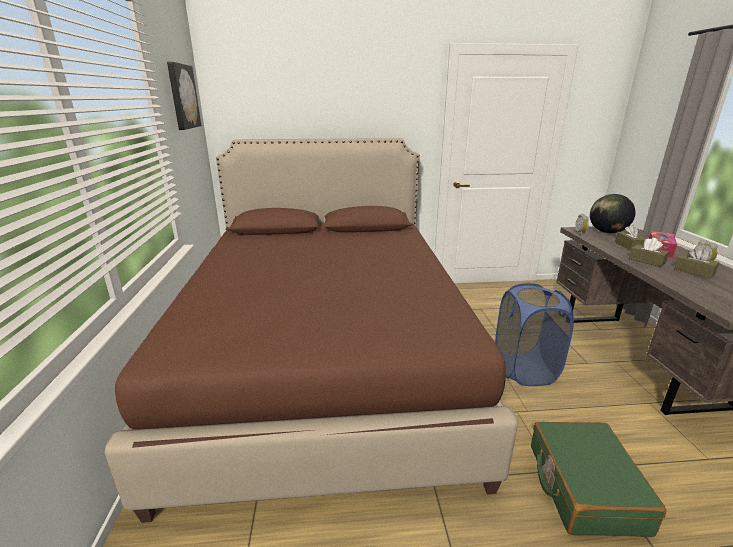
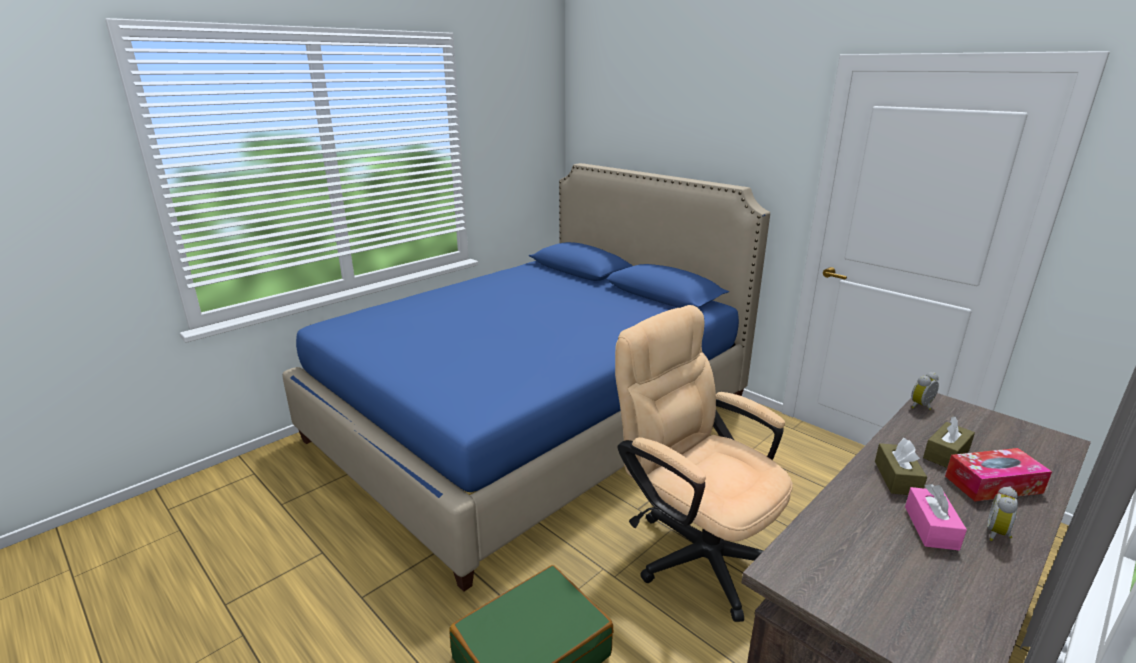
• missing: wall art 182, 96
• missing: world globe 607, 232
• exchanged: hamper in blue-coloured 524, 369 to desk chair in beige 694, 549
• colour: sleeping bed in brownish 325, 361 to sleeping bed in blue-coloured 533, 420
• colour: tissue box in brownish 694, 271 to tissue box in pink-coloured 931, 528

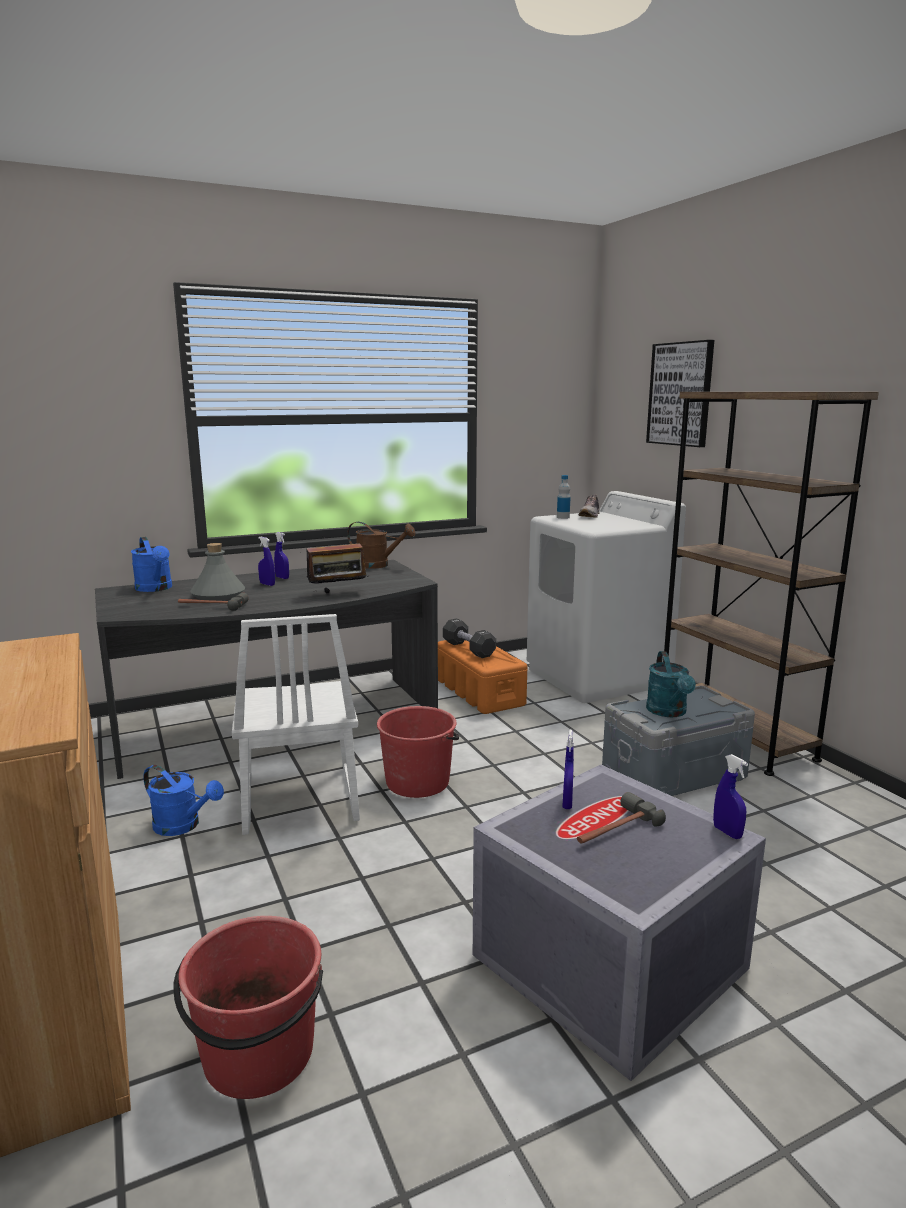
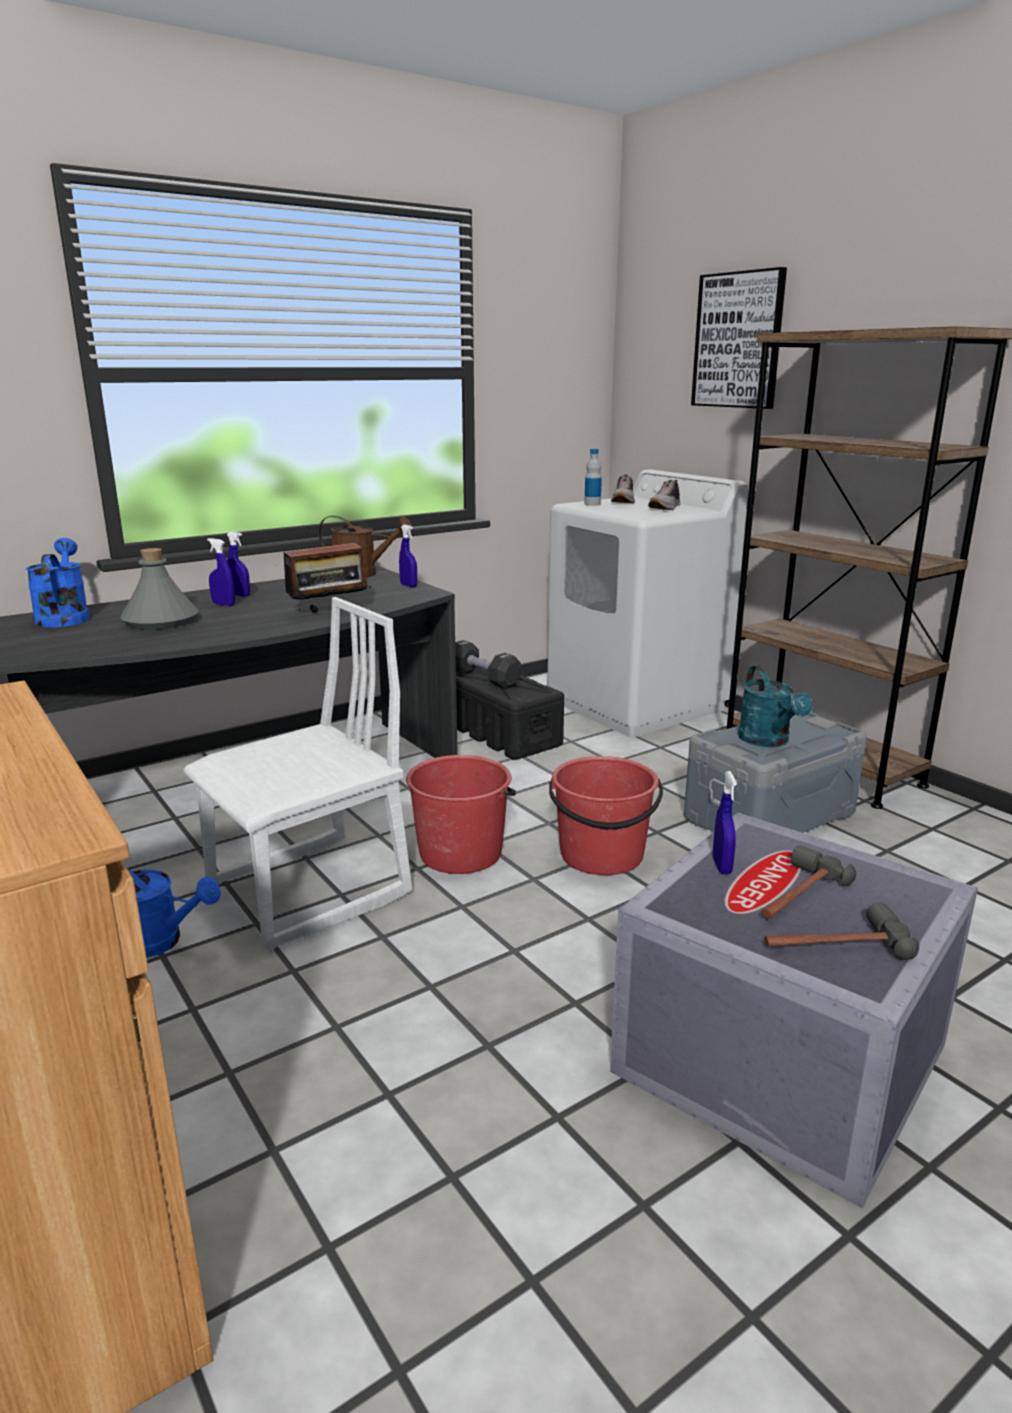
• appeared: item of footwear 665, 508
• relocated: water bucket in red 258, 1055 to 602, 856
• relocated: tool hammer 212, 606 to 833, 945
• relocated: sprayer in blue-coloured 727, 832 to 408, 586
• colour: storage container in orange-coloured 479, 692 to storage container in blackish 498, 732
• spun: sprinkling can in blue-coloured 156, 589 = 64, 617 150 degrees counterclockwise
• spun: upright chair in whitish 298, 800 = 309, 891 105 degrees counterclockwise

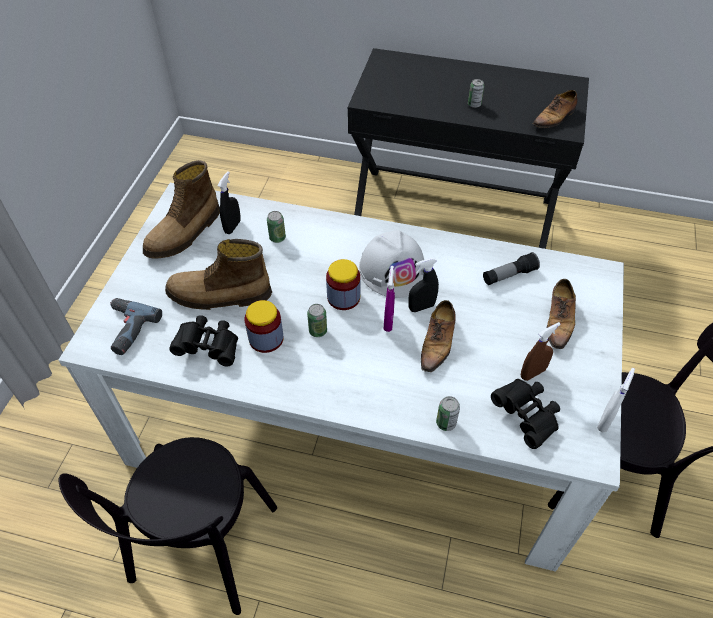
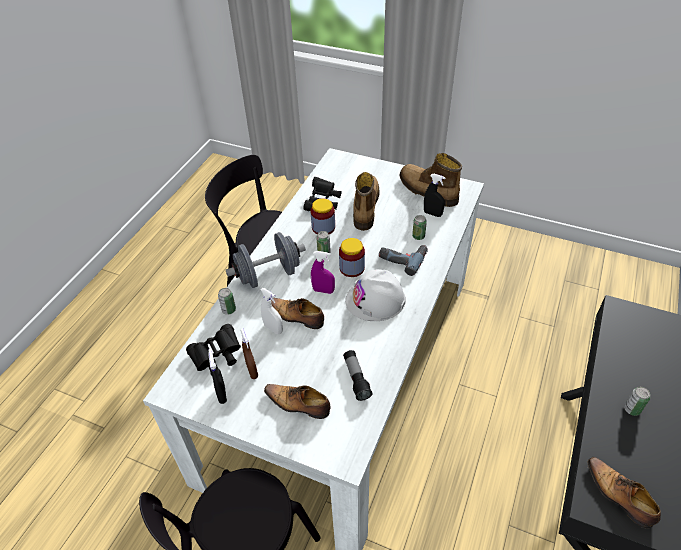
• appeared: hand weight in greyish 268, 275
• relocated: electric drill 125, 329 to 403, 258
• relocated: sprayer in blackish 421, 307 to 222, 394
• relocated: sprayer in whitish 605, 421 to 273, 329

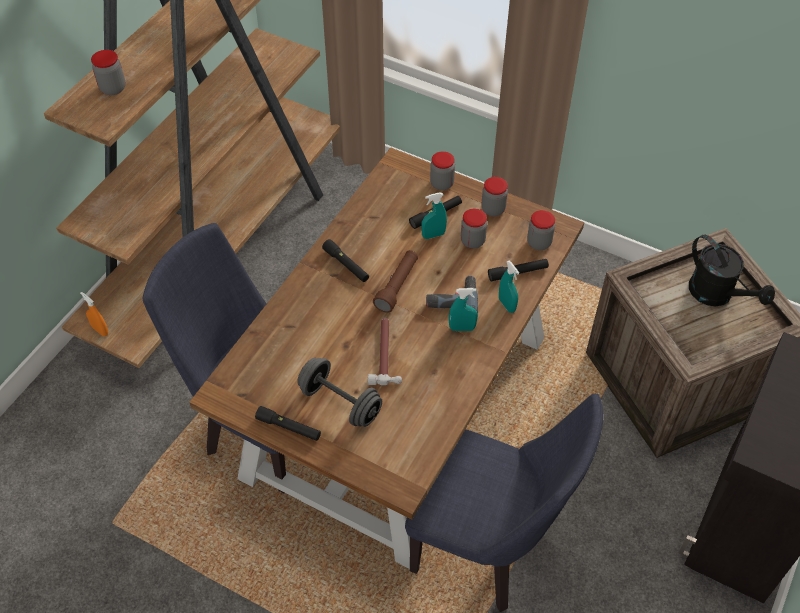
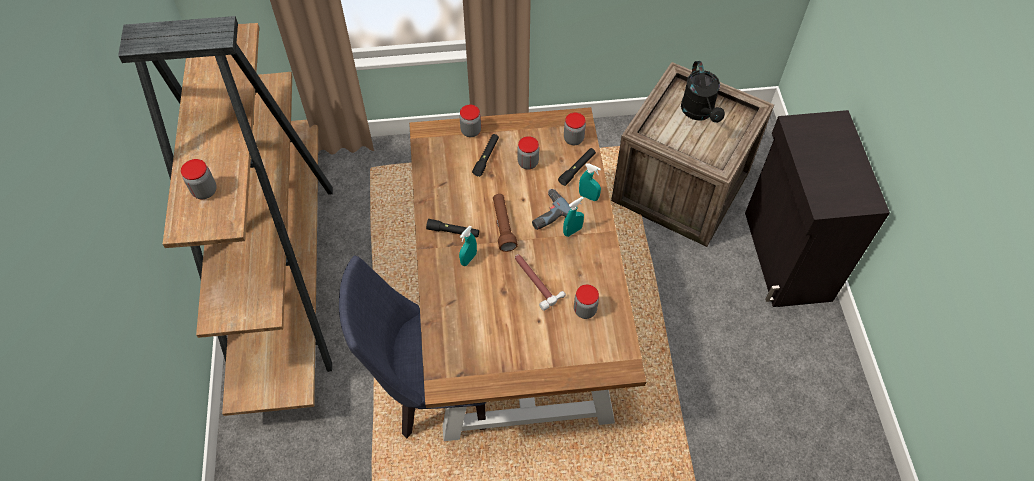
• missing: sprayer in orange-coloured 100, 330
• missing: flashlight in blackish 289, 427
• missing: hand weight in greyish 340, 403
• missing: upright chair in blue-coloured 487, 549
• relocated: sprayer in turquoise-coloured 433, 235 to 468, 259
• relocated: storage jar 493, 209 to 585, 310
• spun: sprinkling can in blackish 717, 295 = 699, 112 60 degrees clockwise

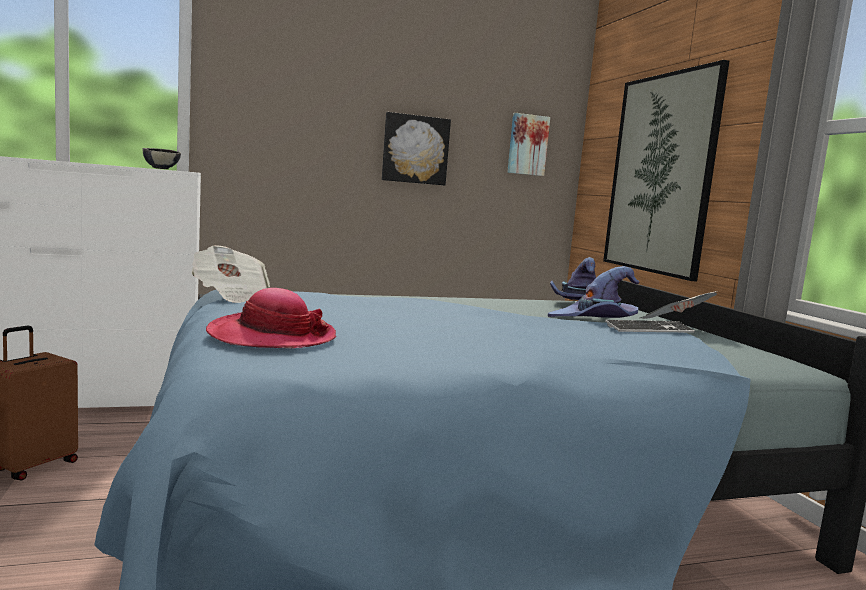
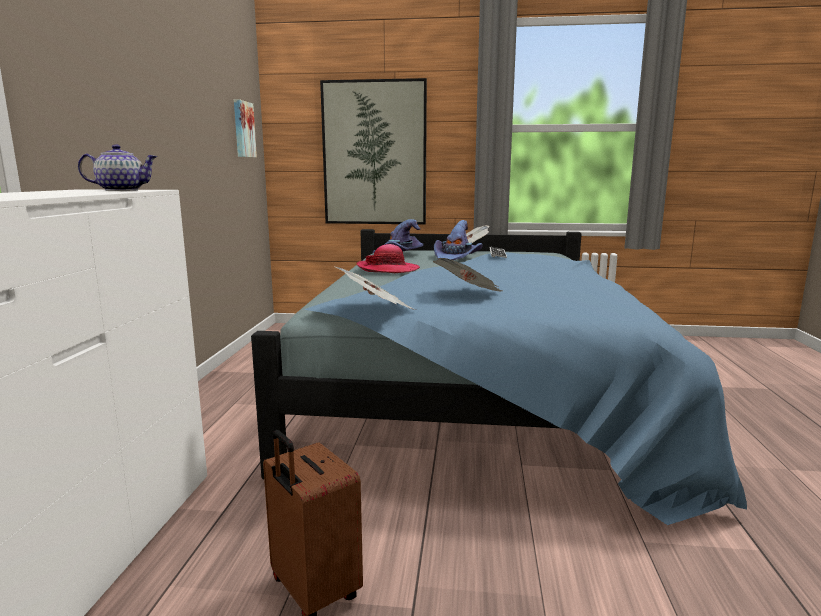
• missing: wall art 415, 149
• appeared: daily paper 469, 294
• relocated: clothing hat 272, 336 to 388, 269
• exchanged: deep dish 161, 169 to pot for tea 121, 190

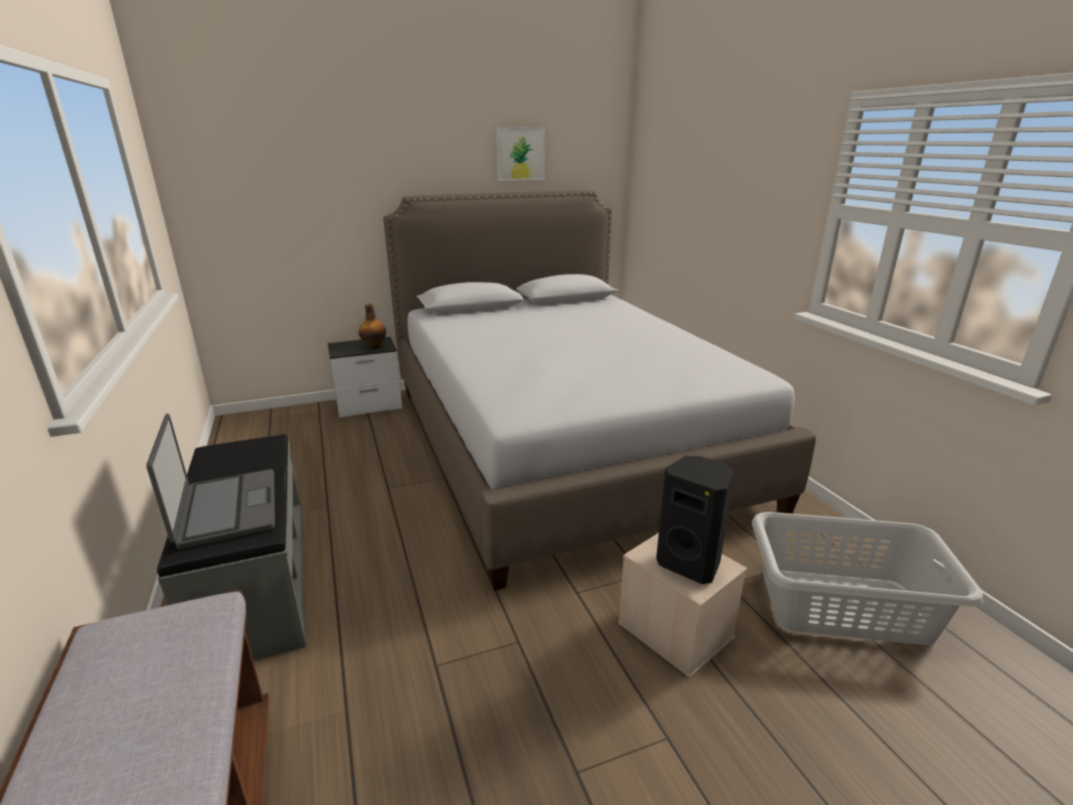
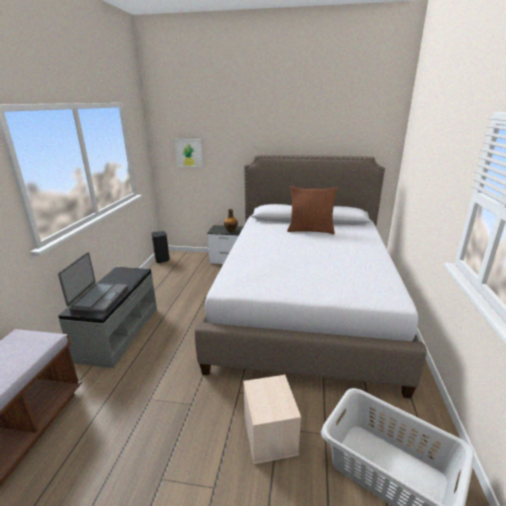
• appeared: throw pillow in brownish 310, 230
• relocated: wall art 520, 154 to 189, 152
• relocated: loudspeaker in blackish 690, 563 to 162, 260

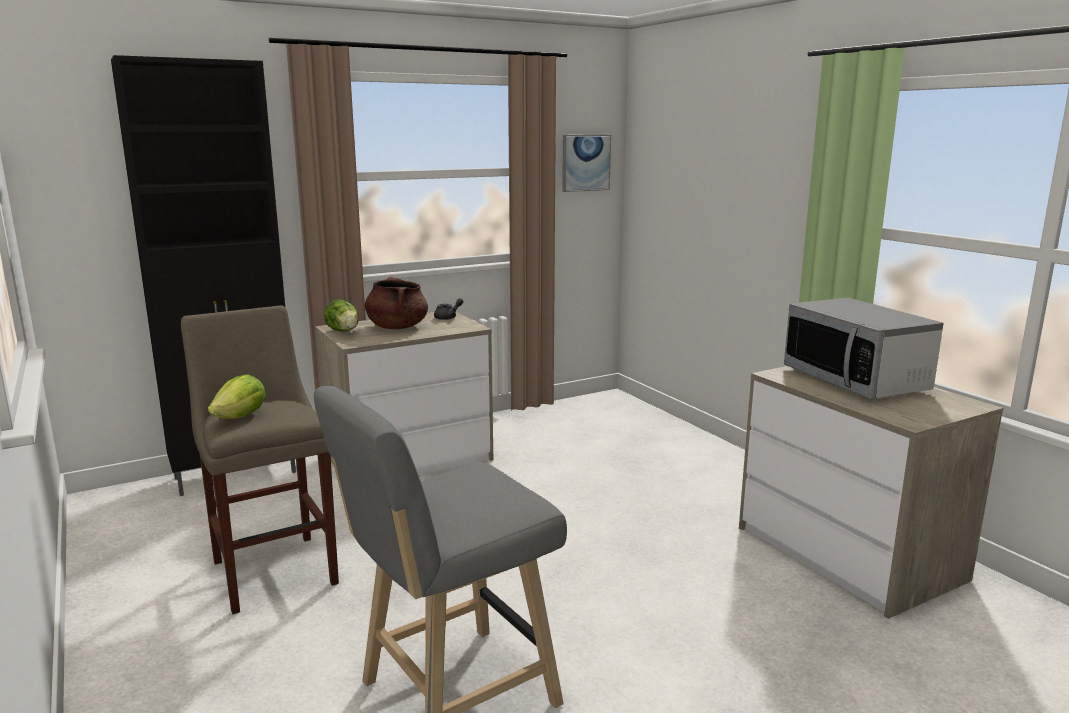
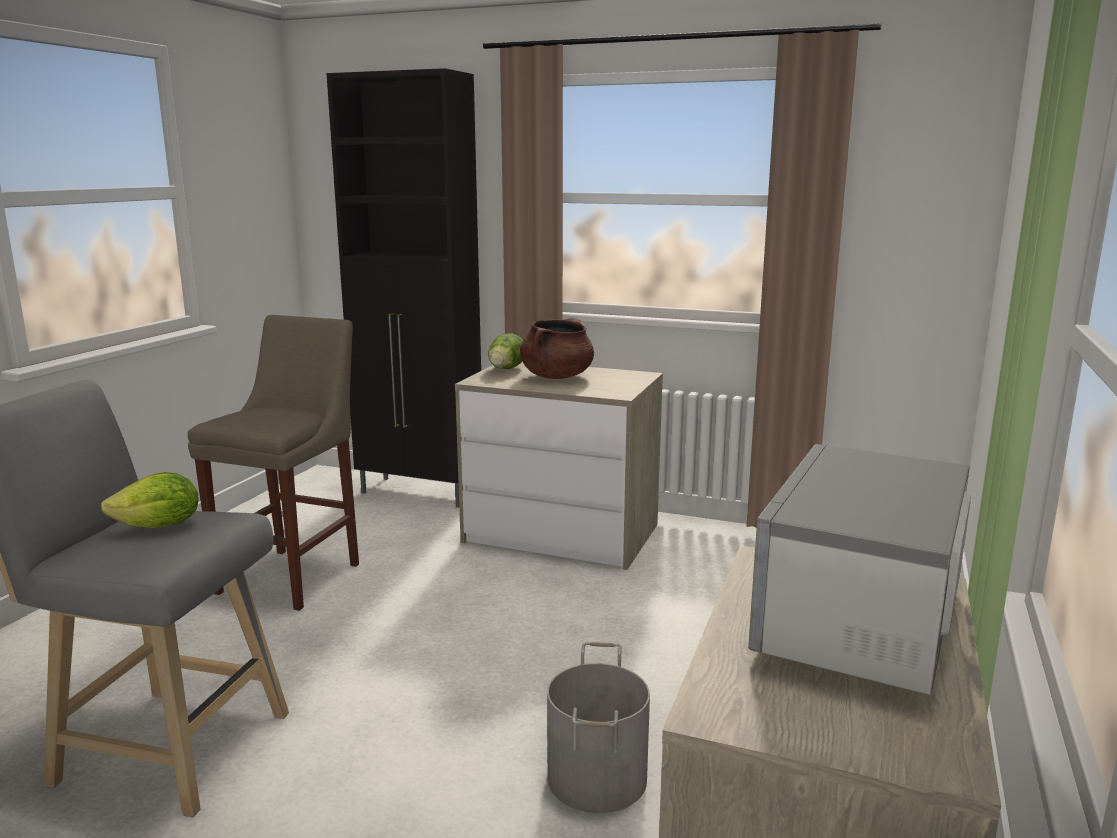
• missing: pot for tea in greyish 448, 317
• missing: wall art 585, 163
• appeared: water bucket in greyish 598, 777
• relocated: lettuce 241, 417 to 159, 527

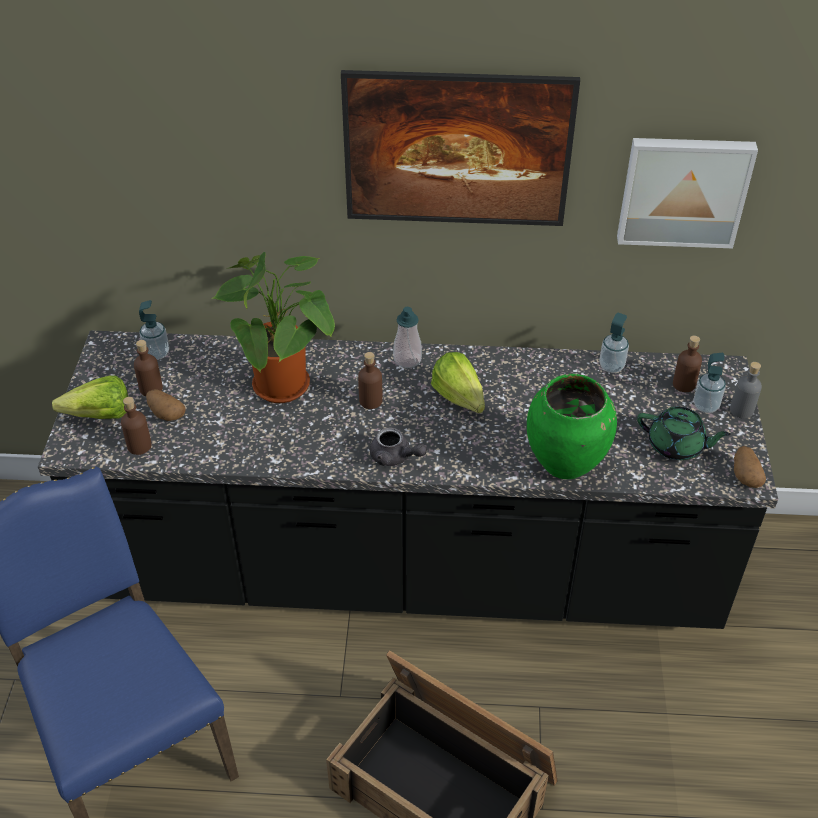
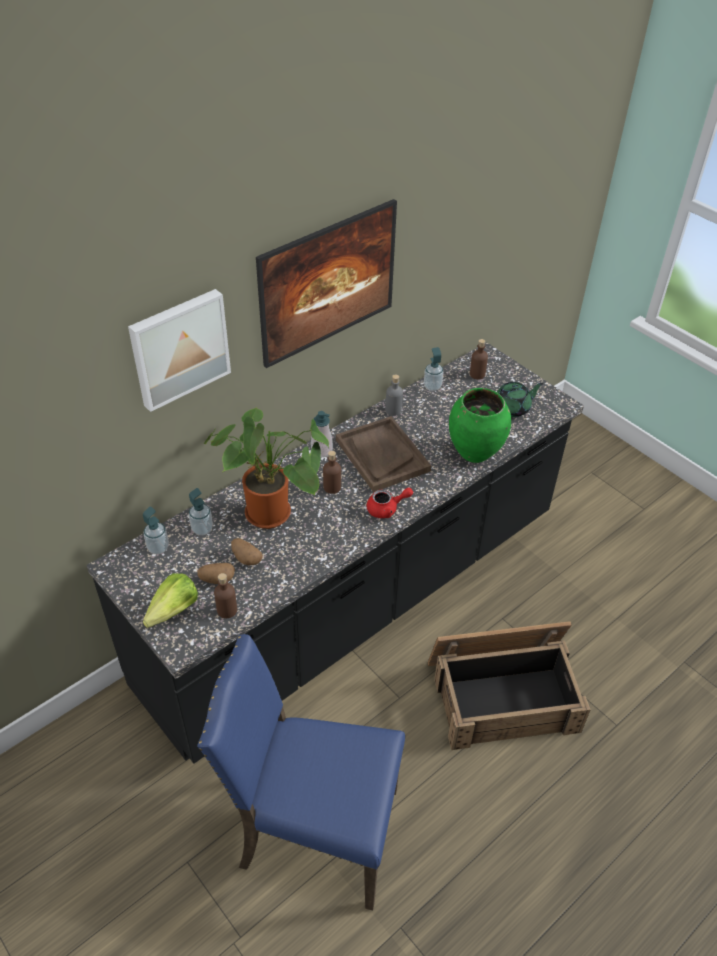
• missing: bottle in brownish 151, 388
• relocated: wall art 683, 190 to 179, 348
• relocated: soap bottle 705, 406 to 202, 529
• relocated: bottle in greyish 741, 410 to 393, 410
• relocated: potato 745, 475 to 246, 558
• exchanged: lettuce 461, 402 to carrying tray in brownish 382, 455
• colour: pot for tea in greyish 395, 457 to pot for tea in red 387, 509

